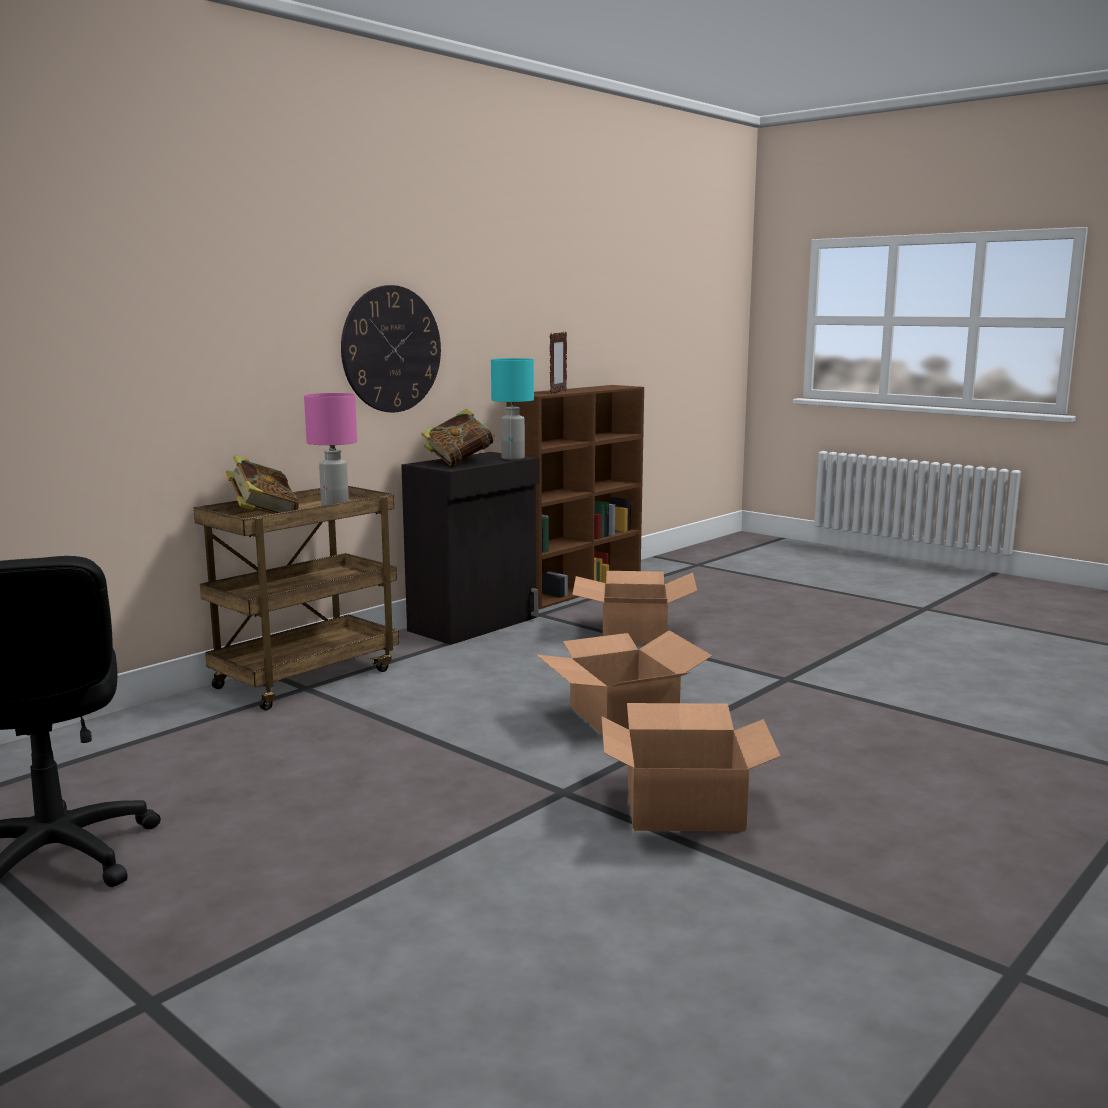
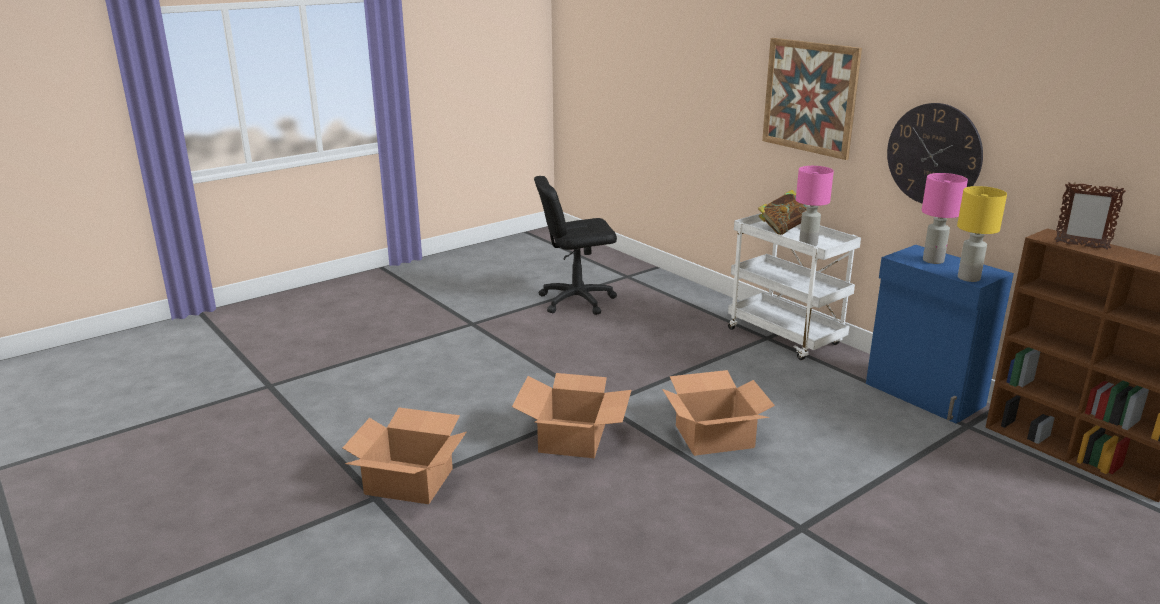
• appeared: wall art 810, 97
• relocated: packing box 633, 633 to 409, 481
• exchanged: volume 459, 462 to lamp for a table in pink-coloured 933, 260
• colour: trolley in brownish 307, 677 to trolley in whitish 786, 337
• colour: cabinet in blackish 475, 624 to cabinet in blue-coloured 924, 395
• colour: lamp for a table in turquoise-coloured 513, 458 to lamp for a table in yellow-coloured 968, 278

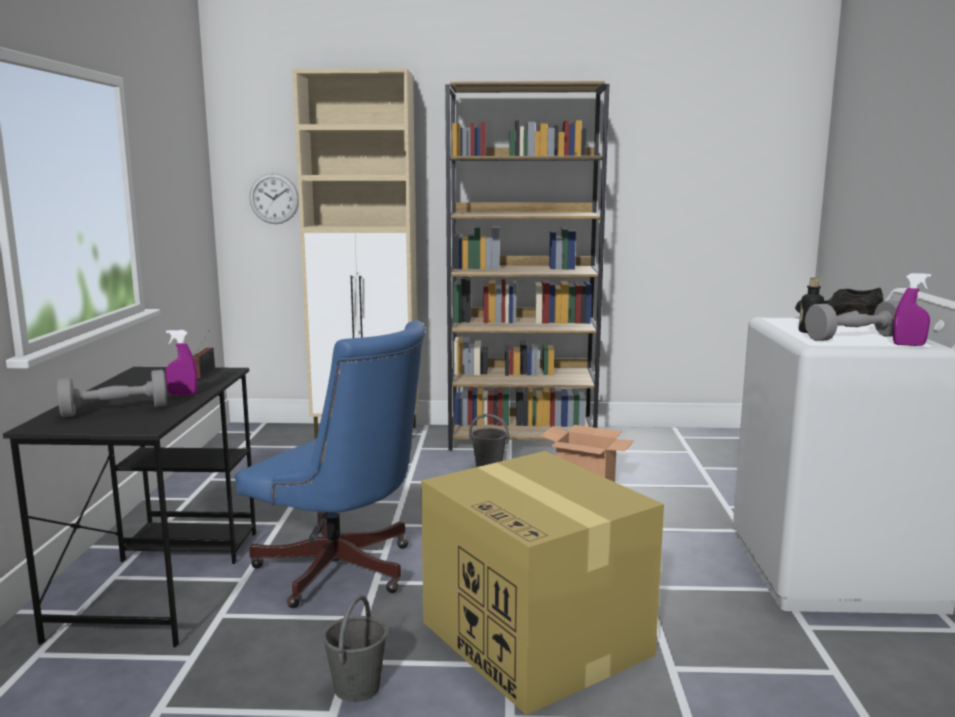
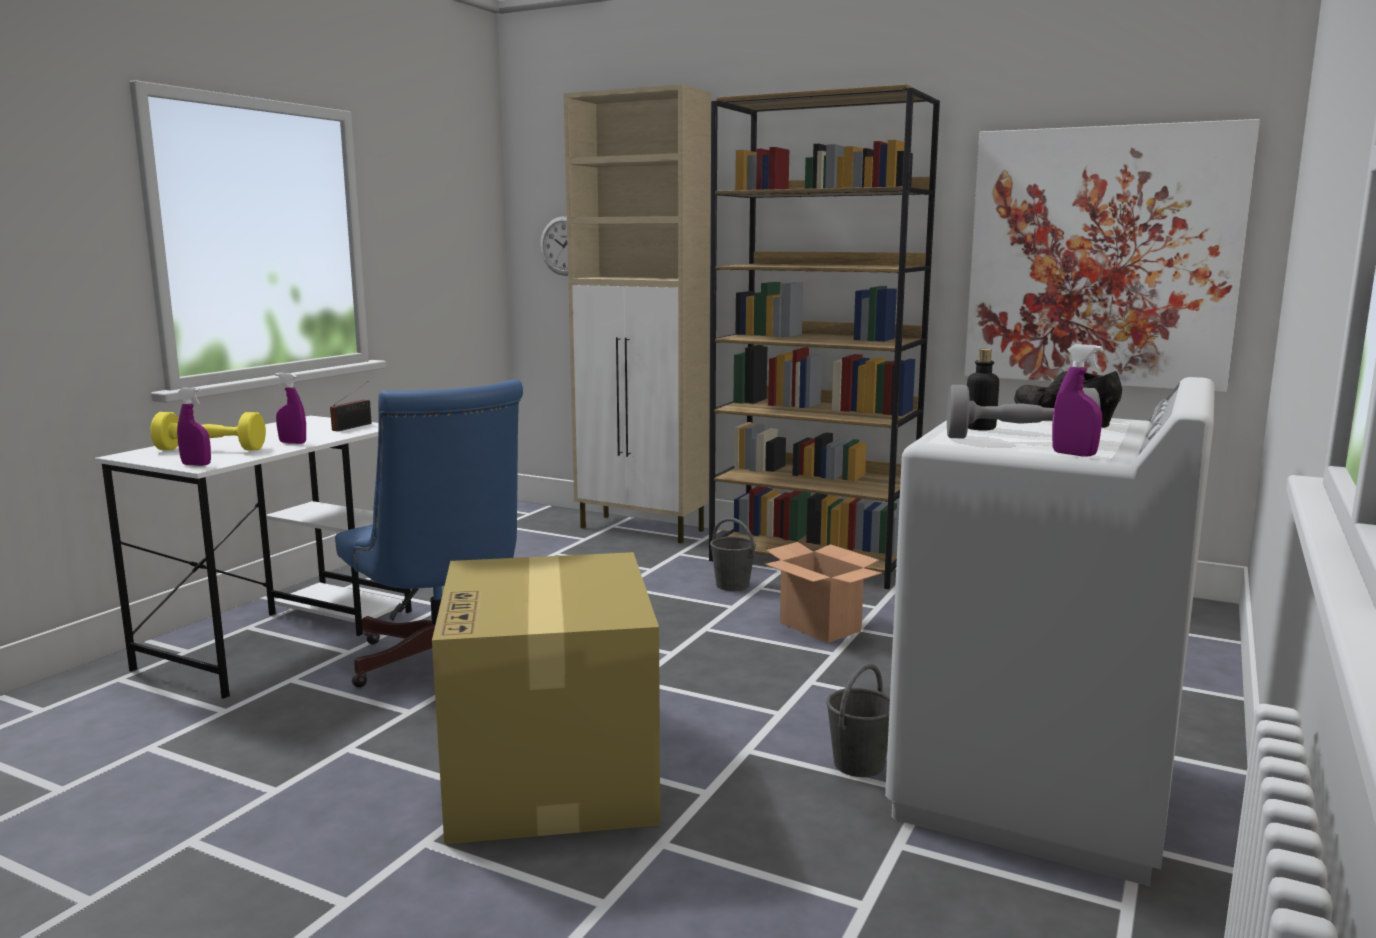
• appeared: sprayer in purple-coloured 196, 464
• appeared: wall art 1100, 258
• relocated: water bucket in greyish 357, 687 to 859, 764
• colour: desk in blackish 162, 580 to desk in whitish 282, 638
• colour: hand weight in greyish 115, 411 to hand weight in yellow-coloured 211, 450

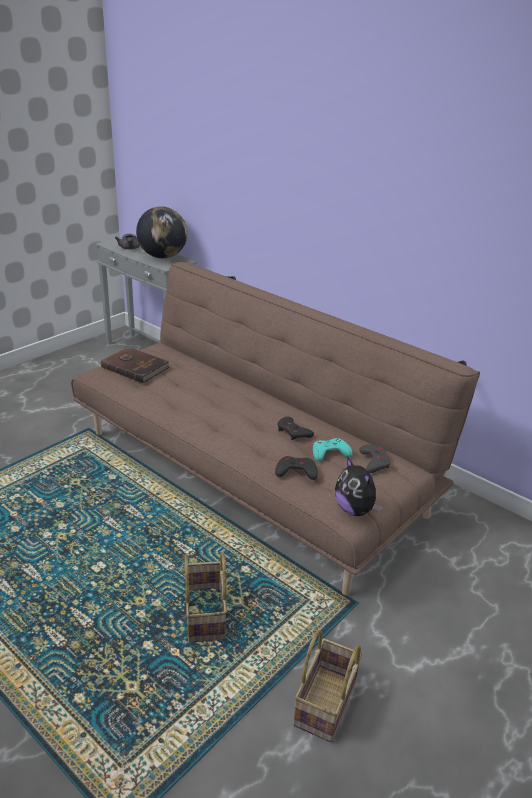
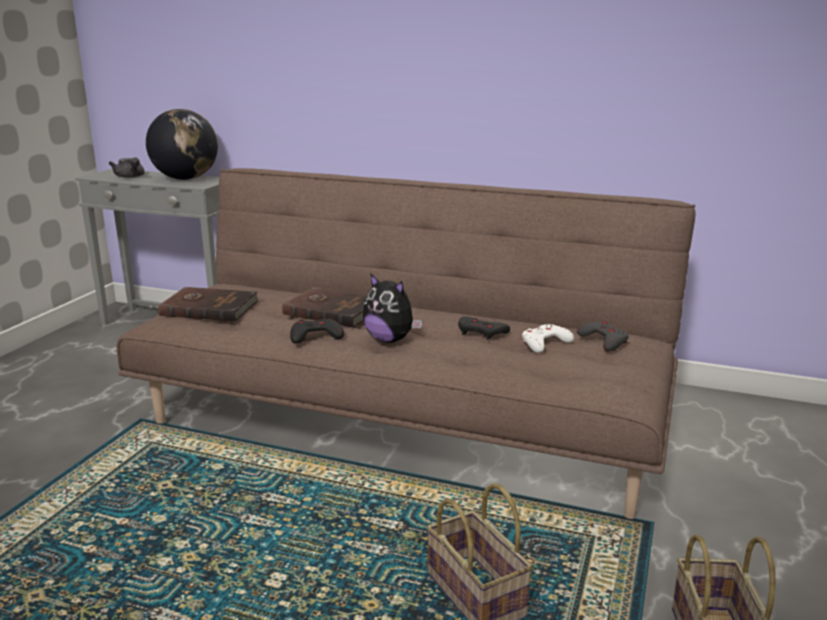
• appeared: volume in brownish 332, 310
• relocated: gamepad in blackish 296, 471 to 315, 336
• relocated: plush toy 355, 510 to 390, 339
• colour: gamepad in turquoise-coloured 330, 453 to gamepad in whitish 545, 343

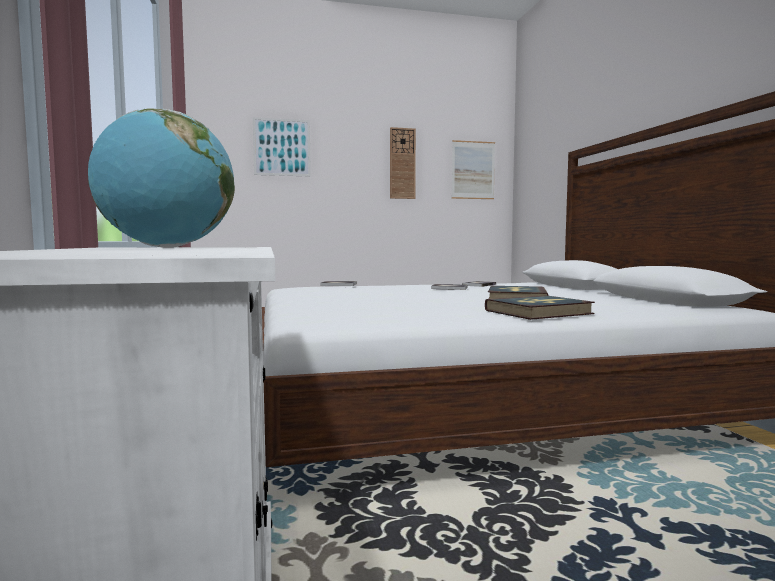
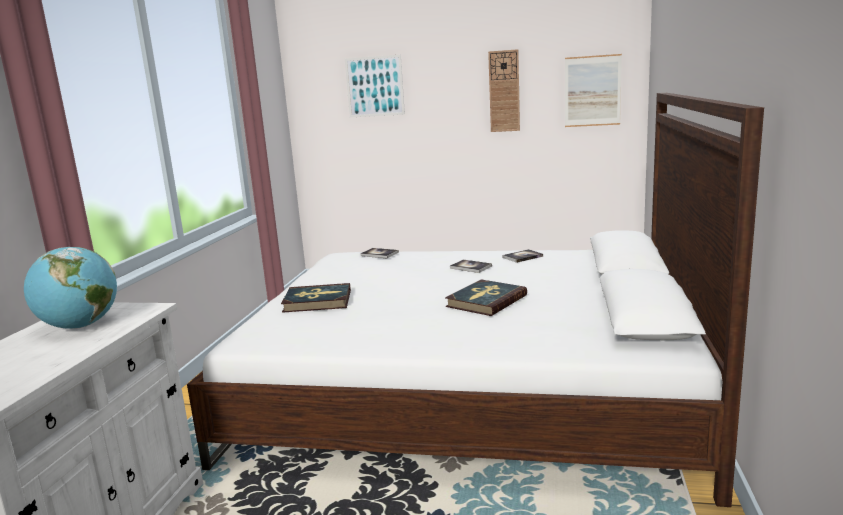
• relocated: volume 538, 312 to 317, 301

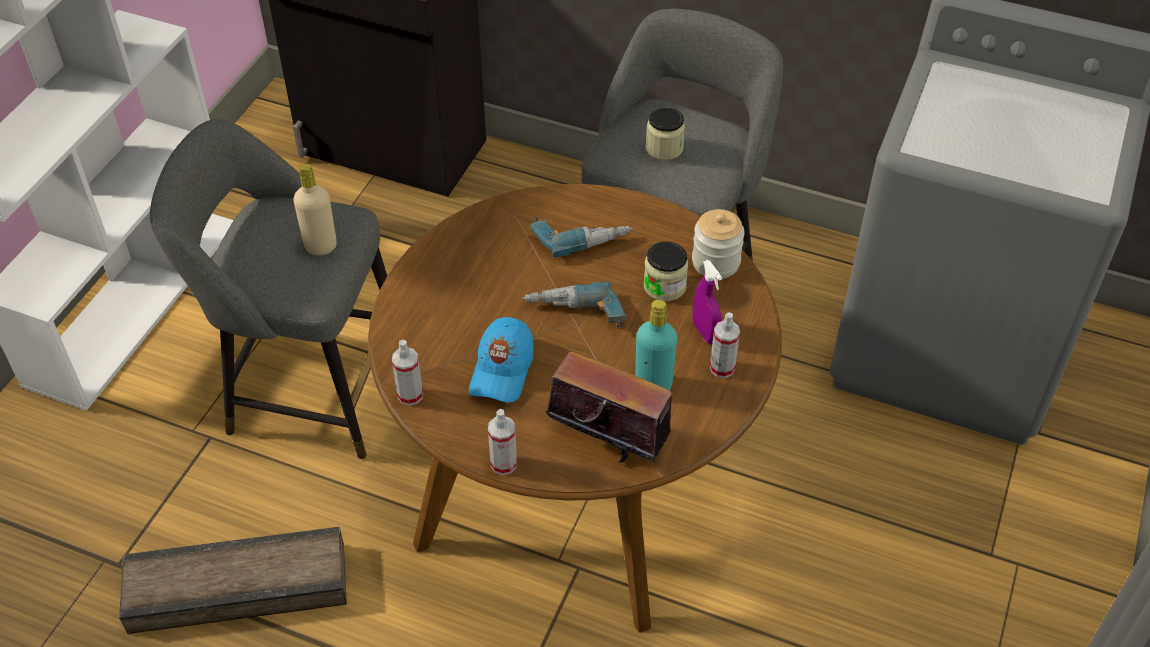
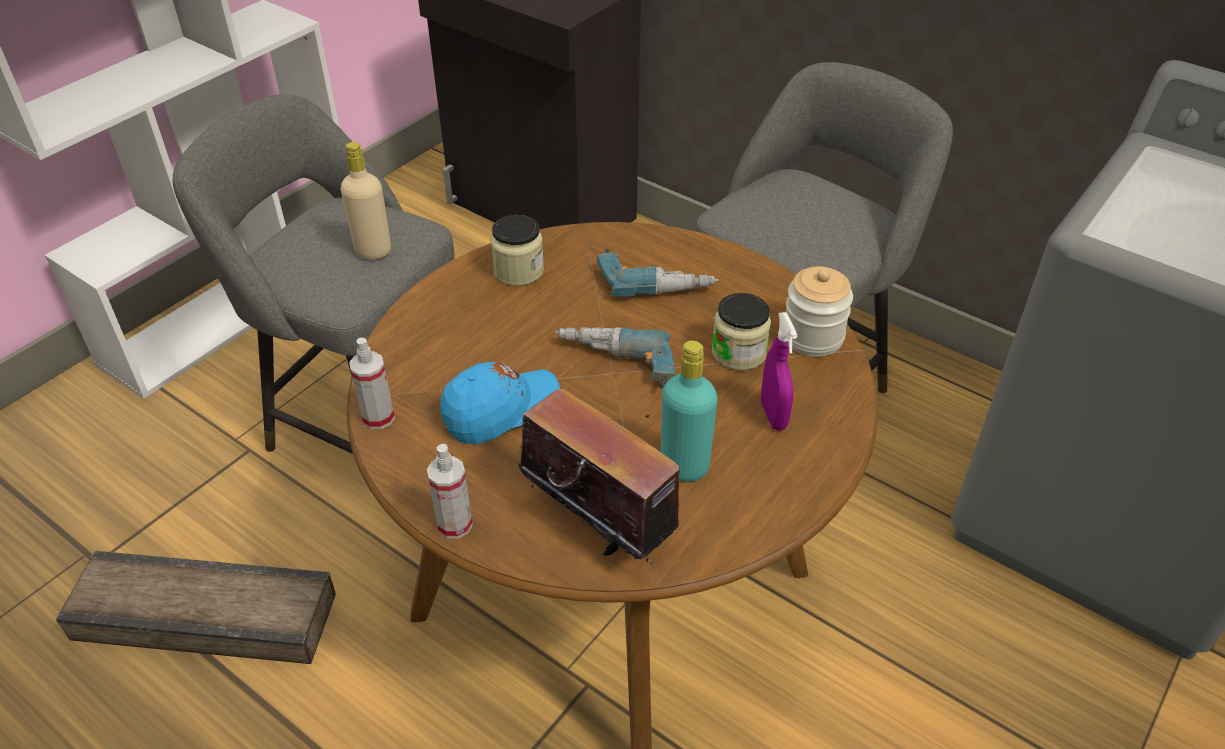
• missing: sprayer 722, 368
• relocated: storage jar 664, 148 to 518, 271
• spun: baseball cap in blue-coloured 502, 370 = 501, 411 150 degrees counterclockwise

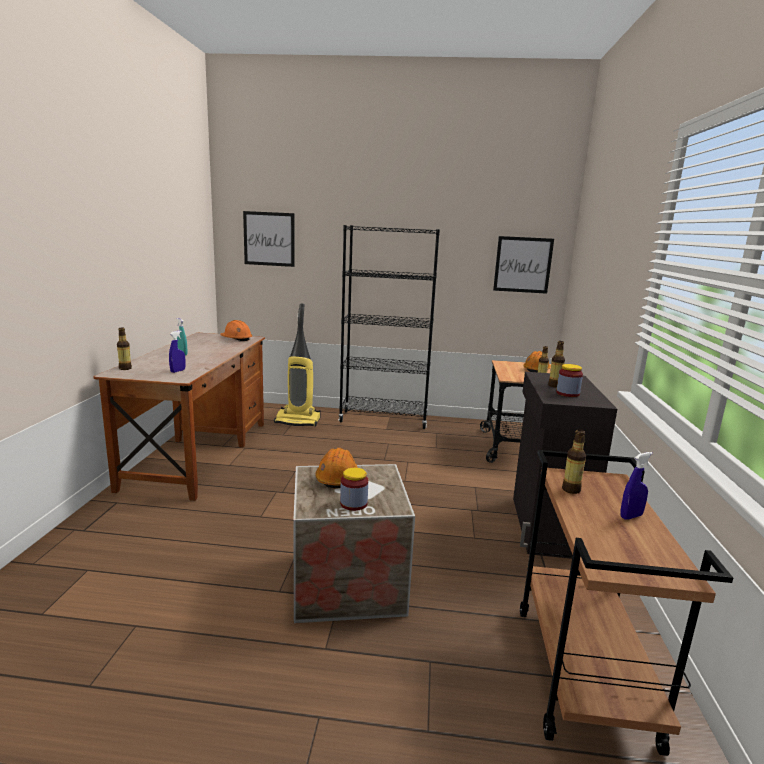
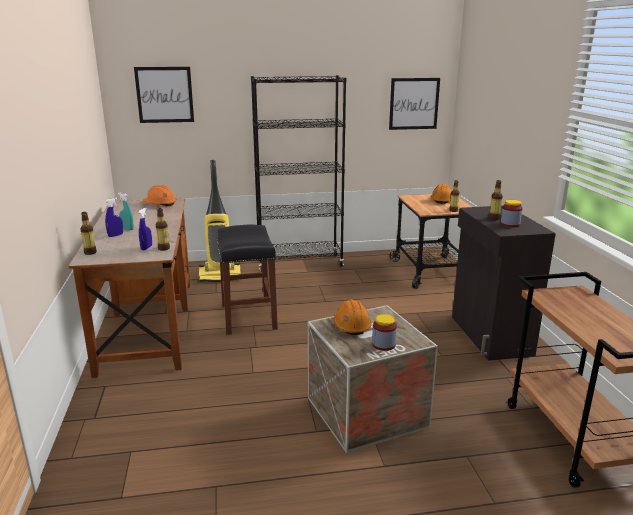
• appeared: stool seat in blackish 249, 317
• relocated: bottle 571, 490 to 164, 248
• relocated: sprayer in blue-coloured 631, 516 to 115, 235

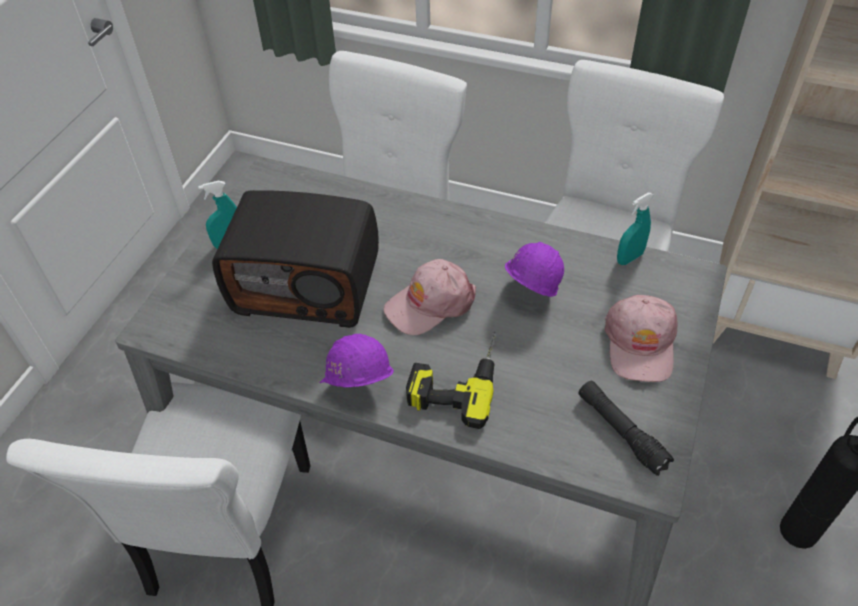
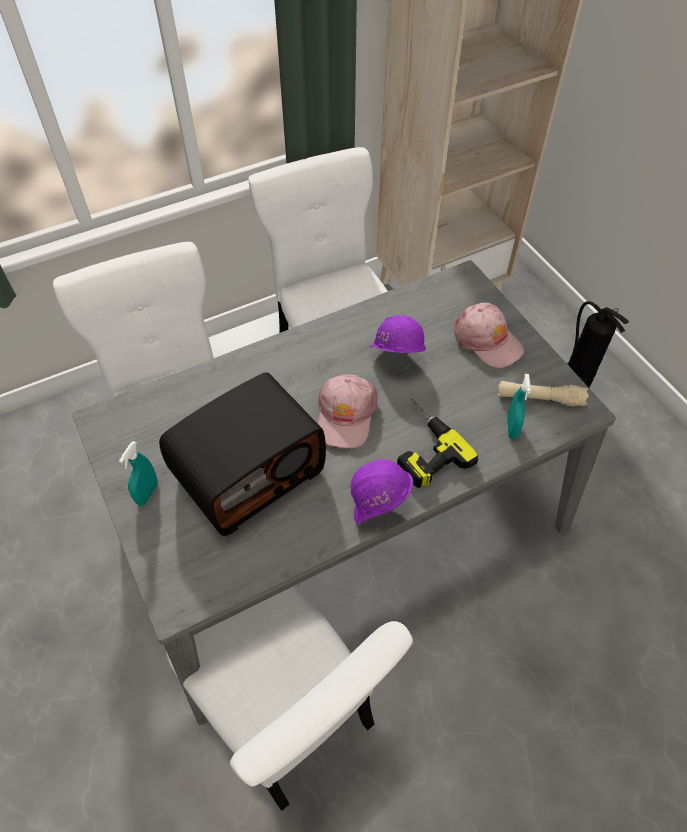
• relocated: sprayer in turquoise-coloured 629, 258 to 512, 428
• colour: flashlight in blackish 621, 432 to flashlight in beige 539, 398

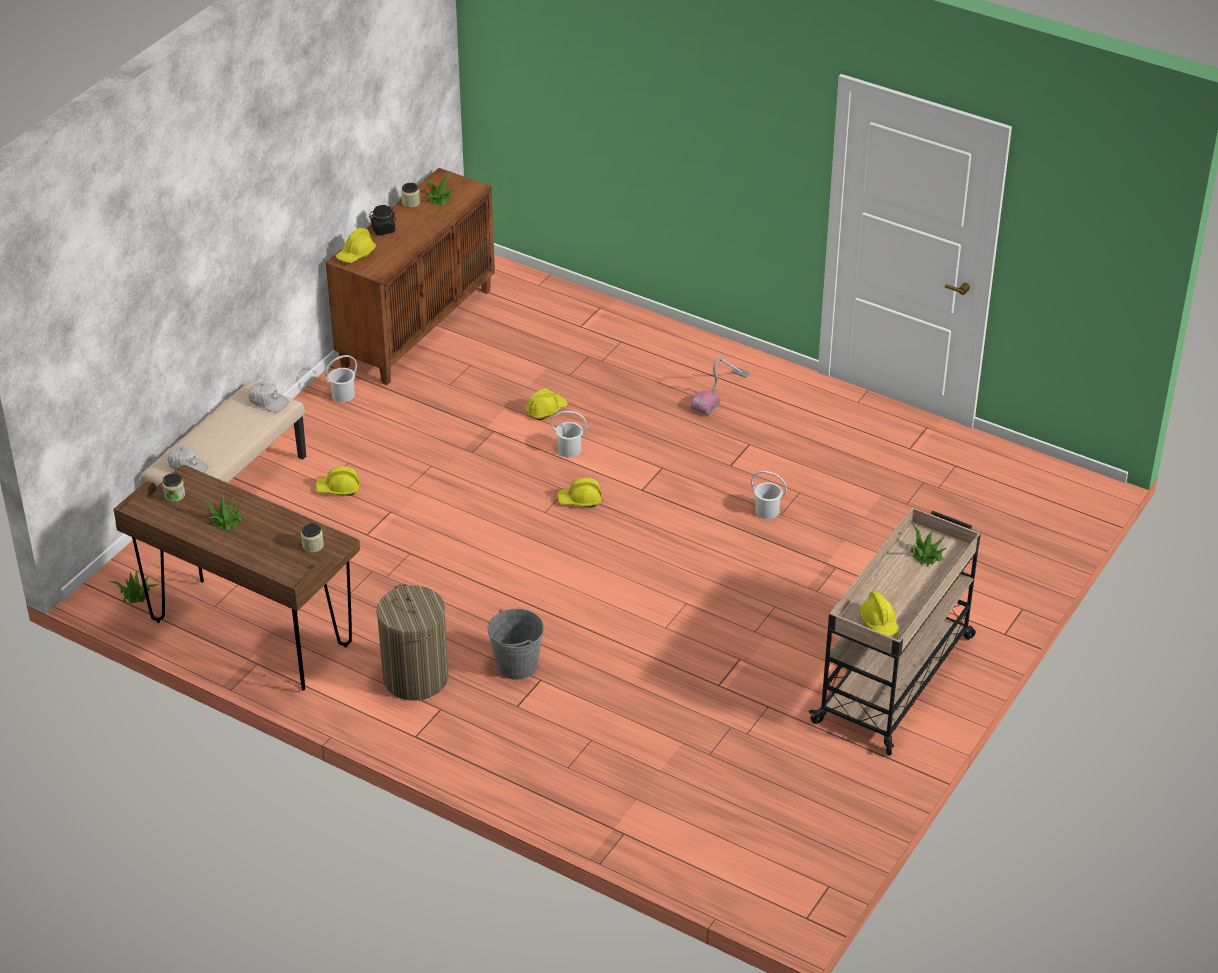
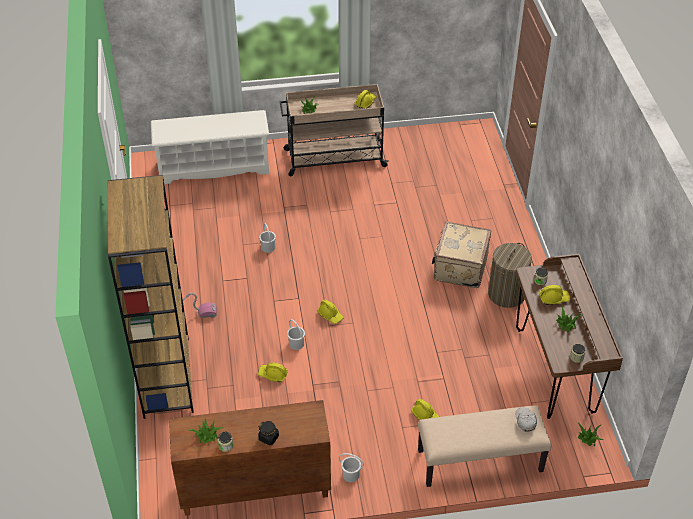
• missing: baseball cap in whitish 268, 401
• appeared: bookshelf in brownish 166, 377
• appeared: shoe stand in whitish 214, 167
• relocated: safety helmet in yellow-coloured 356, 254 to 554, 298
• exchanged: water bucket in greyish 516, 665 to piece of luggage in beige 459, 267

